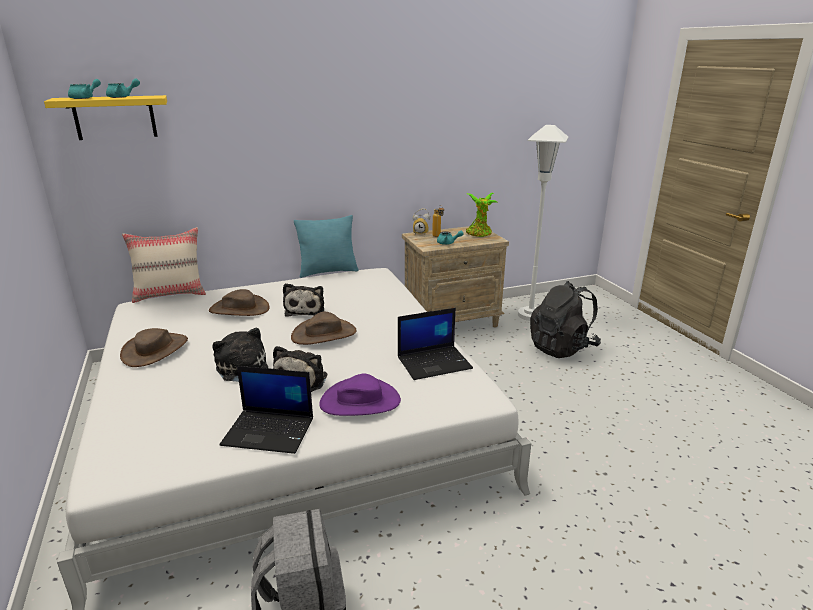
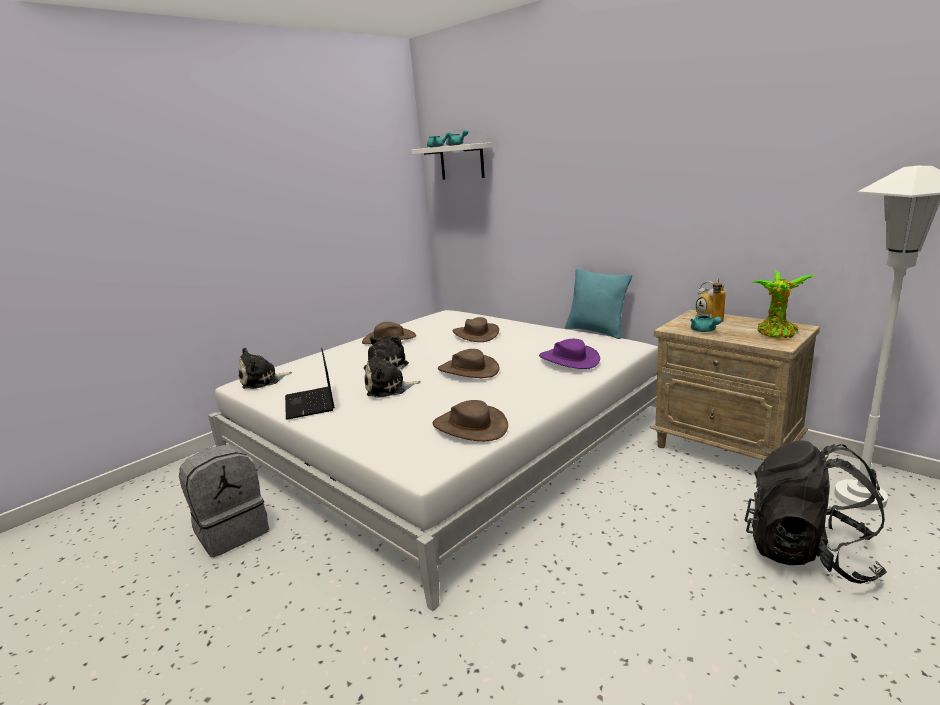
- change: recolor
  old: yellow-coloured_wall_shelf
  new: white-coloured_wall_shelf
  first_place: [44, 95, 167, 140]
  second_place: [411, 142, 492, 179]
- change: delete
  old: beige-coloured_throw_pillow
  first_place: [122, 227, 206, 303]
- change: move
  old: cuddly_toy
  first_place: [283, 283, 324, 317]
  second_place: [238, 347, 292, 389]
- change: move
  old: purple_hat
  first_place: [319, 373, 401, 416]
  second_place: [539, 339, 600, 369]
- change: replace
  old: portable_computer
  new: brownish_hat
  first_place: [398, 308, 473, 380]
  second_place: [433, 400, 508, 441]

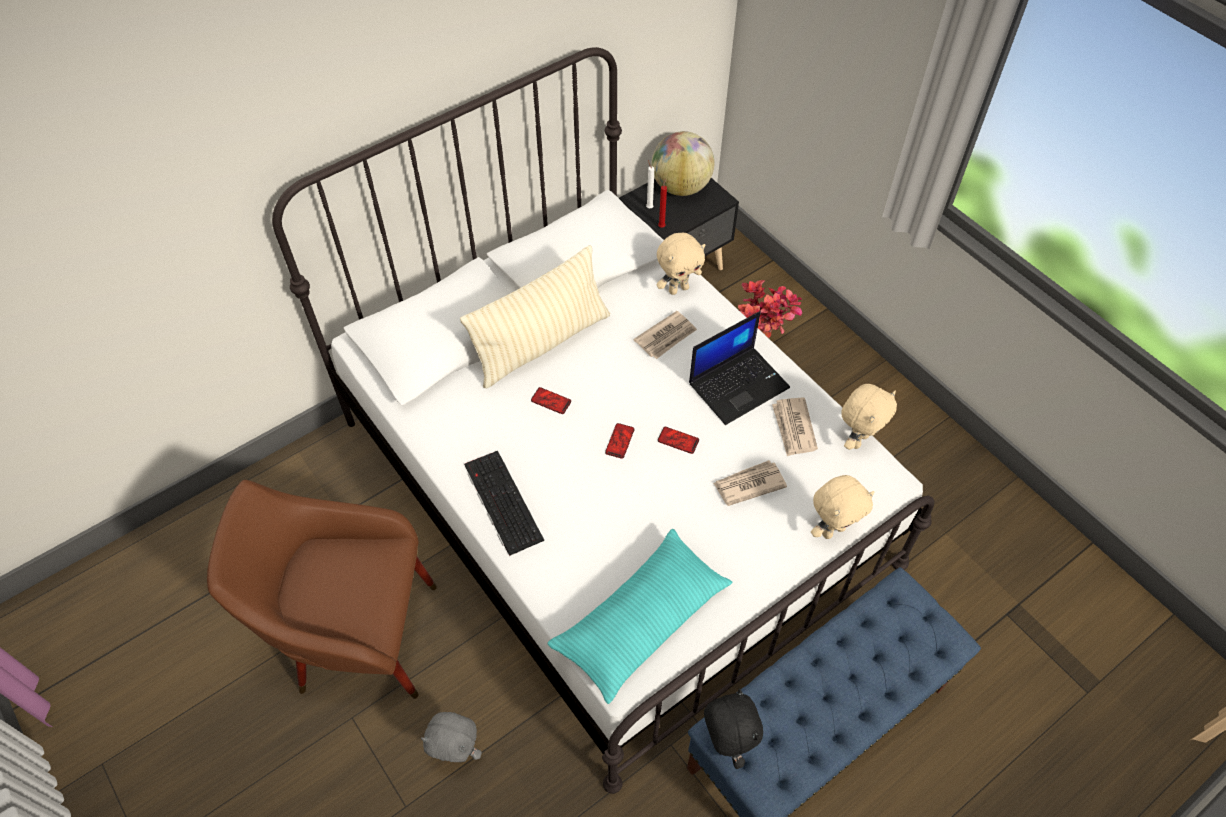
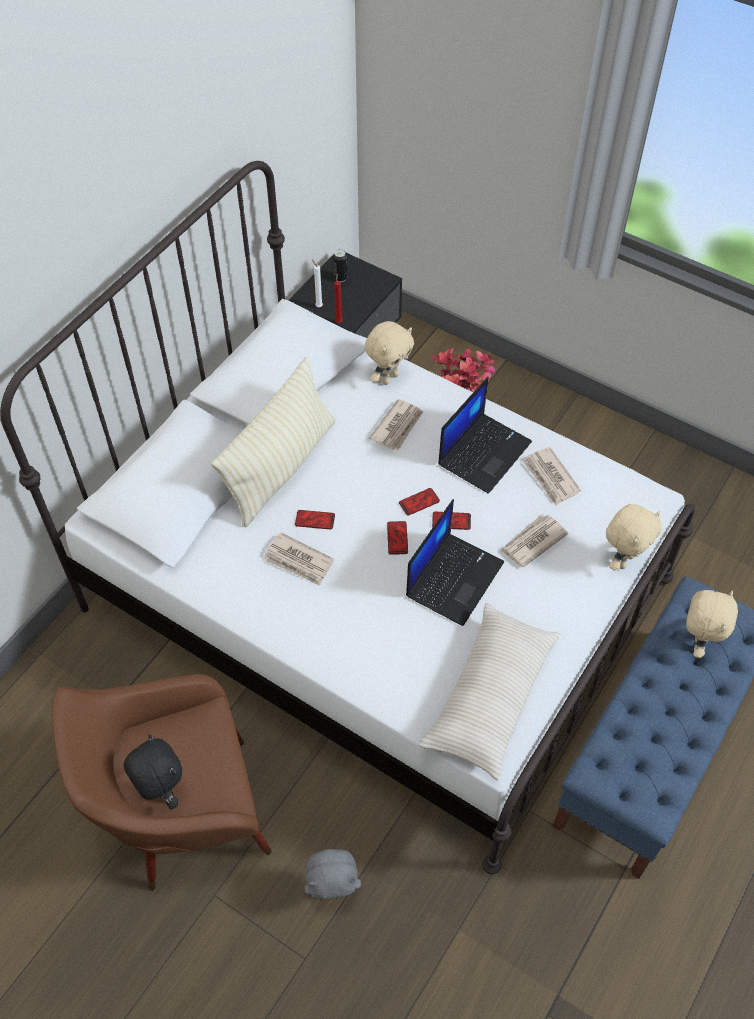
- change: delete
  old: keyboard
  first_place: [464, 451, 544, 556]
- change: recolor
  old: turquoise-coloured_throw_pillow
  new: beige-coloured_throw_pillow
  first_place: [548, 529, 733, 704]
  second_place: [418, 603, 561, 781]
- change: replace
  old: globe
  new: metal_can
  first_place: [652, 131, 715, 196]
  second_place: [333, 249, 347, 282]
- change: move
  old: black_cuddly_toy
  first_place: [704, 688, 763, 769]
  second_place: [123, 734, 182, 810]
- change: move
  old: beige-coloured_cuddly_toy
  first_place: [841, 384, 897, 450]
  second_place: [686, 590, 738, 658]
- change: insert
  new: newspaper
  second_place: [264, 532, 334, 586]
- change: insert
  new: telephone
  second_place: [399, 488, 440, 516]
- change: insert
  new: portable_computer
  second_place: [406, 499, 504, 626]

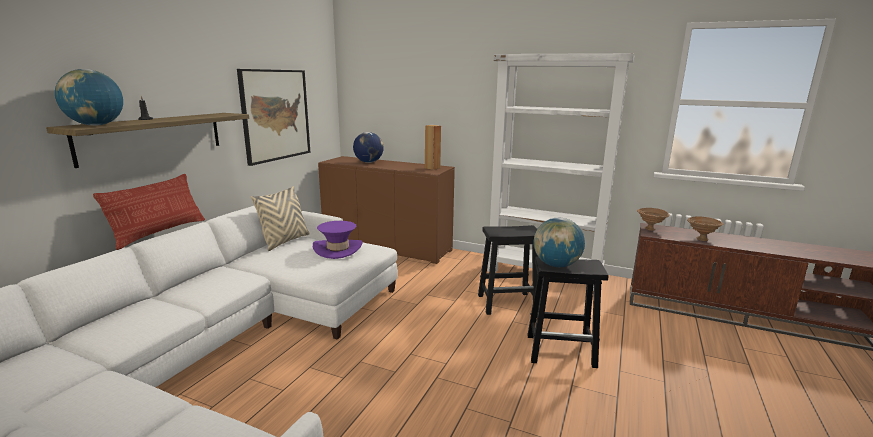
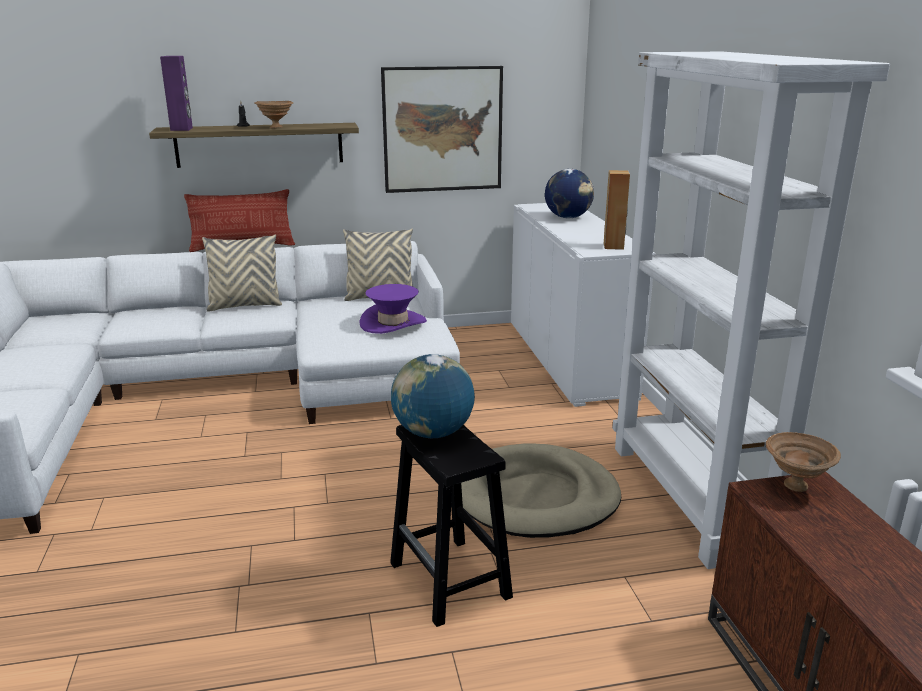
- change: replace
  old: globe
  new: purple_speaker
  first_place: [55, 69, 123, 126]
  second_place: [160, 56, 193, 131]
- change: recolor
  old: brownish_storage_cabinet
  new: white-coloured_storage_cabinet
  first_place: [318, 156, 455, 264]
  second_place: [511, 203, 656, 407]
- change: replace
  old: black_stool_seat
  new: beige-coloured_dog_bed
  first_place: [478, 225, 538, 315]
  second_place: [461, 443, 621, 538]
- change: move
  old: brownish_bowl
  first_place: [687, 216, 723, 241]
  second_place: [254, 101, 293, 128]
- change: insert
  new: beige-coloured_throw_pillow
  second_place: [202, 235, 282, 312]

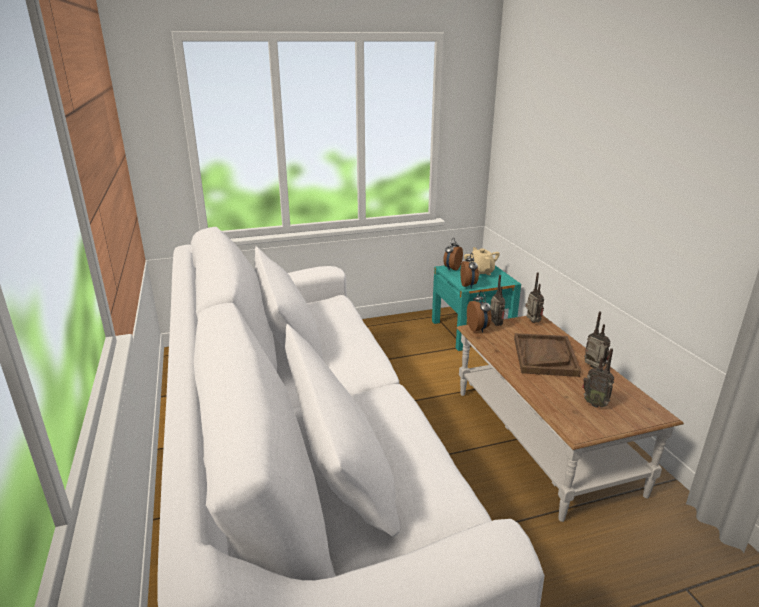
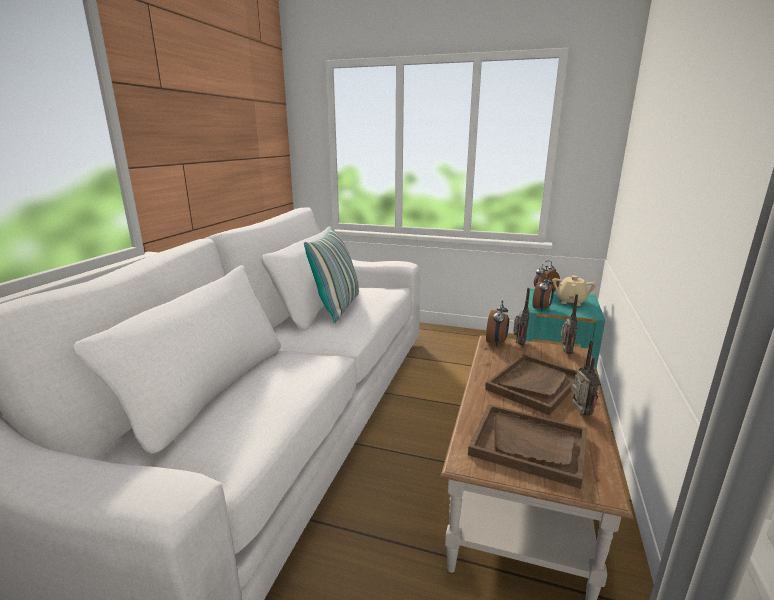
- change: replace
  old: radio_set
  new: brownish_serving_tray
  first_place: [582, 348, 614, 408]
  second_place: [468, 404, 588, 489]
- change: insert
  new: throw_pillow
  second_place: [304, 228, 359, 323]

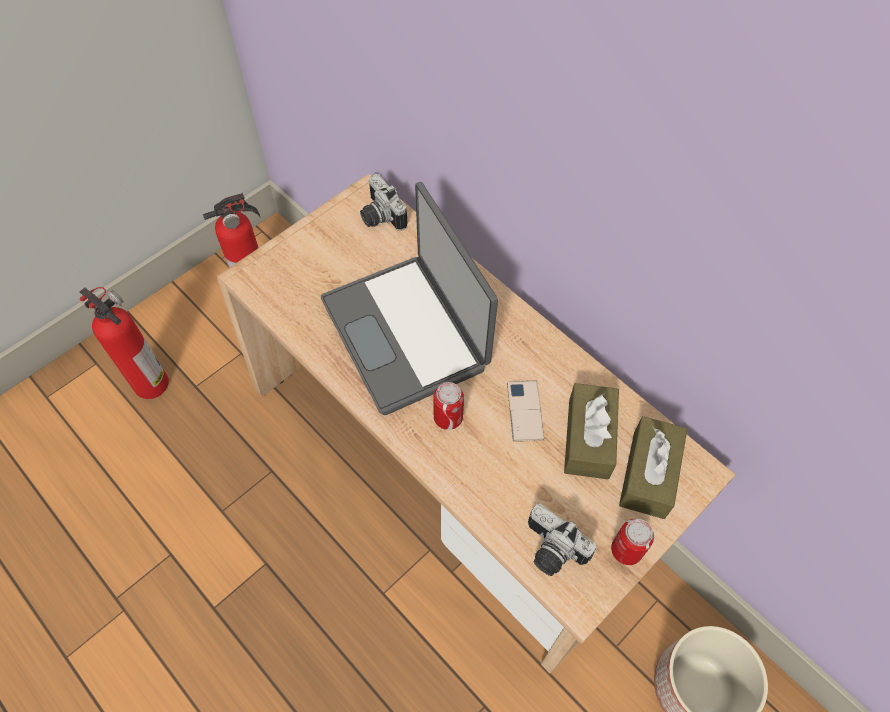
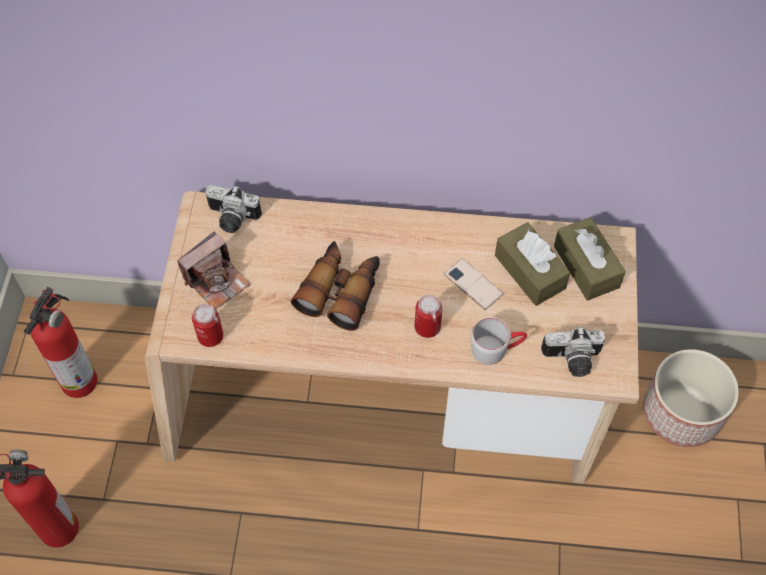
- change: replace
  old: portable_computer
  new: field_glasses
  first_place: [321, 182, 498, 415]
  second_place: [291, 241, 380, 331]
- change: move
  old: metal_can
  first_place: [611, 519, 654, 565]
  second_place: [192, 304, 224, 347]
- change: insert
  new: photo_camera
  second_place: [177, 231, 250, 309]
- change: insert
  new: grey_mug
  second_place: [471, 317, 527, 365]

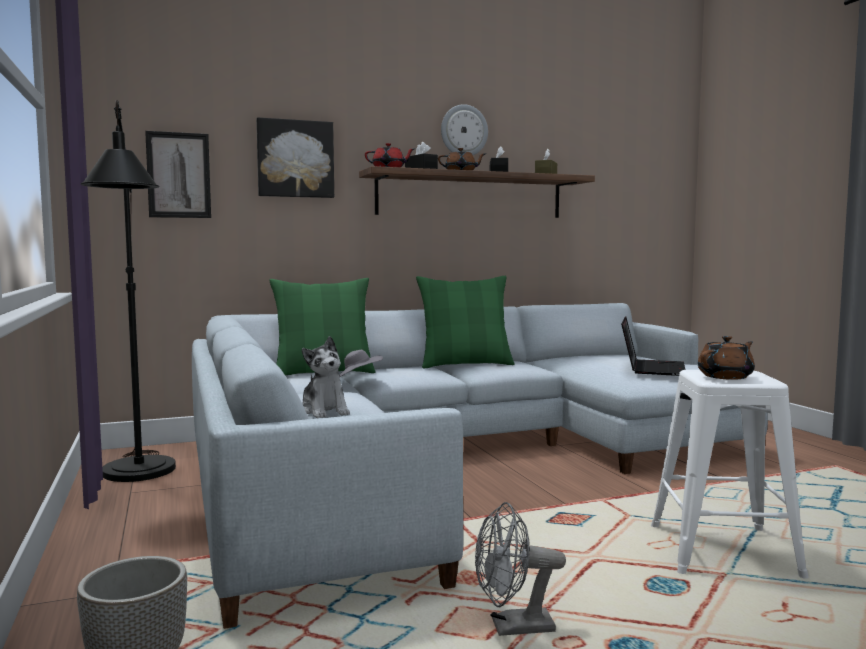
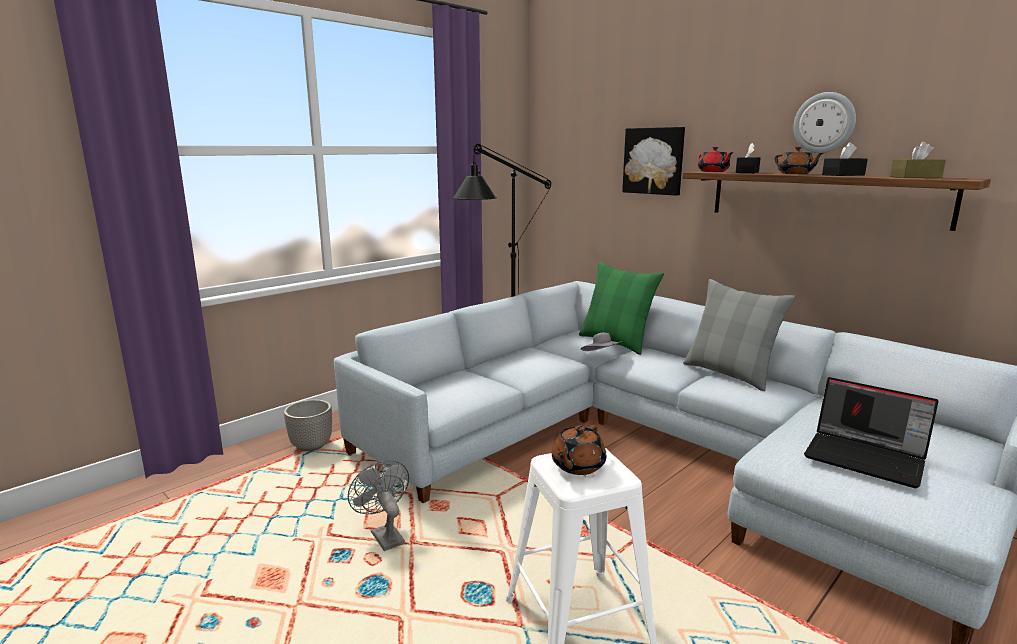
- change: delete
  old: wall_picture
  first_place: [145, 131, 211, 218]
- change: delete
  old: cuddly_toy
  first_place: [302, 336, 350, 418]
- change: recolor
  old: green-coloured_throw_pillow
  new: grey_throw_pillow
  first_place: [416, 276, 515, 368]
  second_place: [683, 279, 796, 391]
- change: rotate
  old: portable_computer
  first_place: [621, 316, 685, 376]
  second_place: [804, 377, 939, 488]
  degrees: 45
- change: rotate
  old: brownish_teapot
  first_place: [698, 336, 755, 380]
  second_place: [552, 425, 606, 475]
  degrees: 90

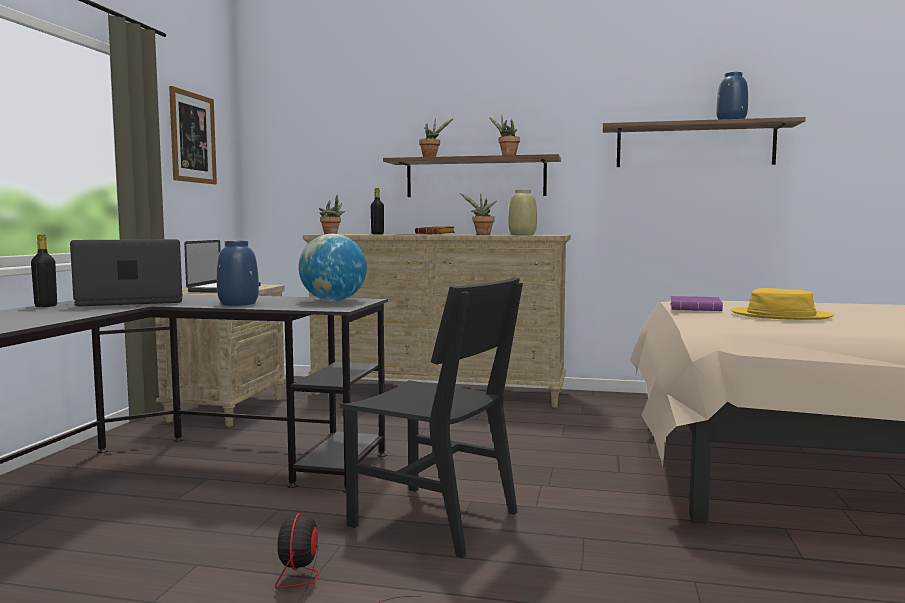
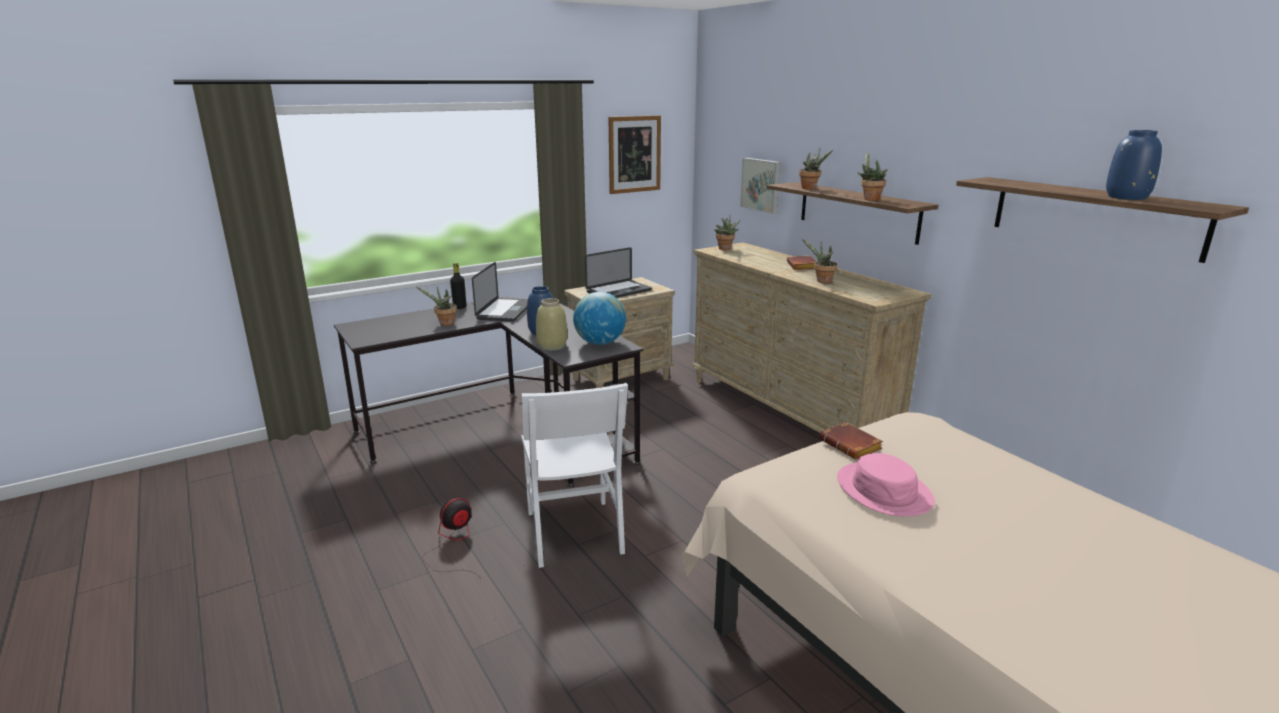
- change: rotate
  old: portable_computer
  first_place: [70, 239, 183, 306]
  second_place: [472, 262, 528, 322]
  degrees: 75
- change: recolor
  old: black_chair
  new: white-coloured_chair
  first_place: [340, 277, 523, 558]
  second_place: [521, 383, 628, 568]
- change: delete
  old: black_drink_bottle
  first_place: [371, 188, 384, 234]
- change: move
  old: beige-coloured_flower_vase
  first_place: [508, 189, 537, 235]
  second_place: [536, 298, 567, 351]
- change: recolor
  old: purple_book
  new: brownish_book
  first_place: [670, 296, 723, 311]
  second_place: [819, 422, 883, 460]
- change: recolor
  old: yellow-coloured_hat
  new: pink-coloured_hat
  first_place: [731, 288, 834, 320]
  second_place: [837, 453, 935, 517]
- change: insert
  new: plant_in_a_pot
  second_place: [417, 287, 457, 326]
- change: insert
  new: wall_picture
  second_place: [740, 158, 781, 214]

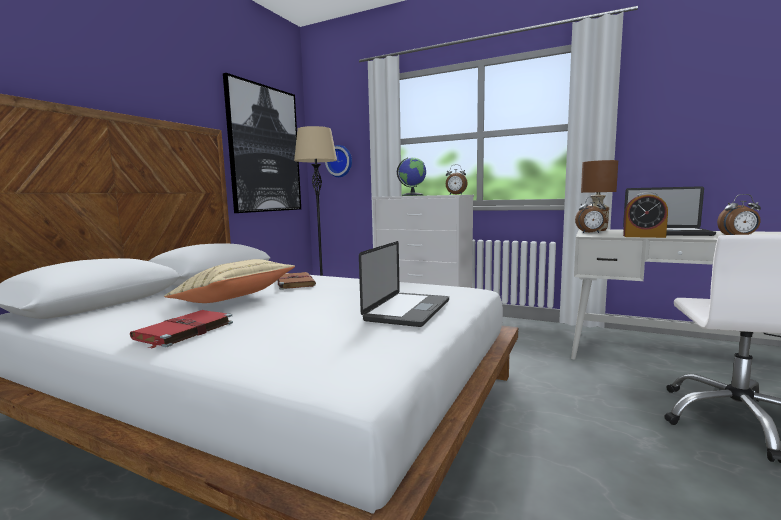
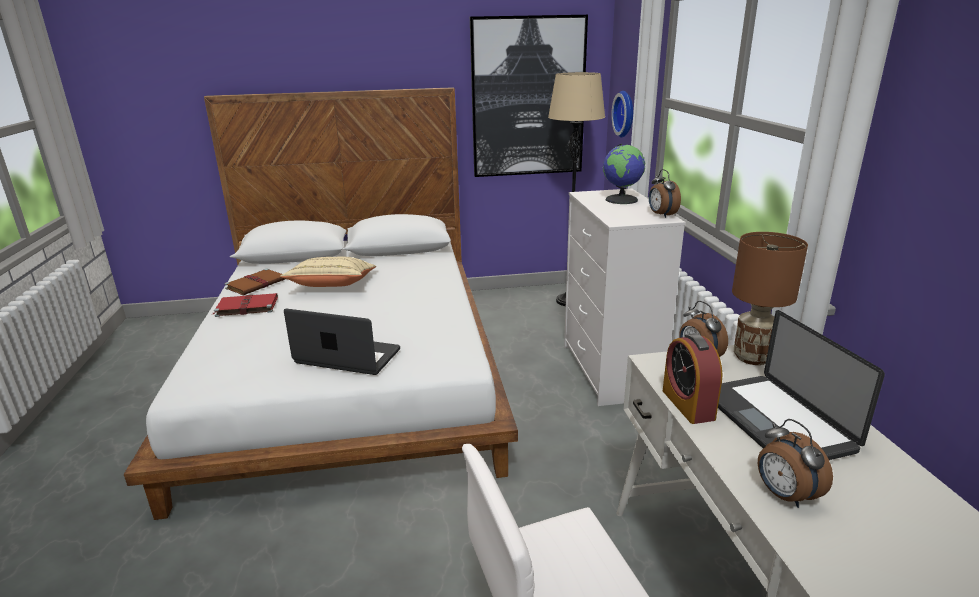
- change: move
  old: brownish_book
  first_place: [277, 272, 316, 290]
  second_place: [224, 268, 285, 295]
- change: rotate
  old: portable_computer
  first_place: [359, 241, 449, 327]
  second_place: [284, 309, 400, 375]
  degrees: -150

